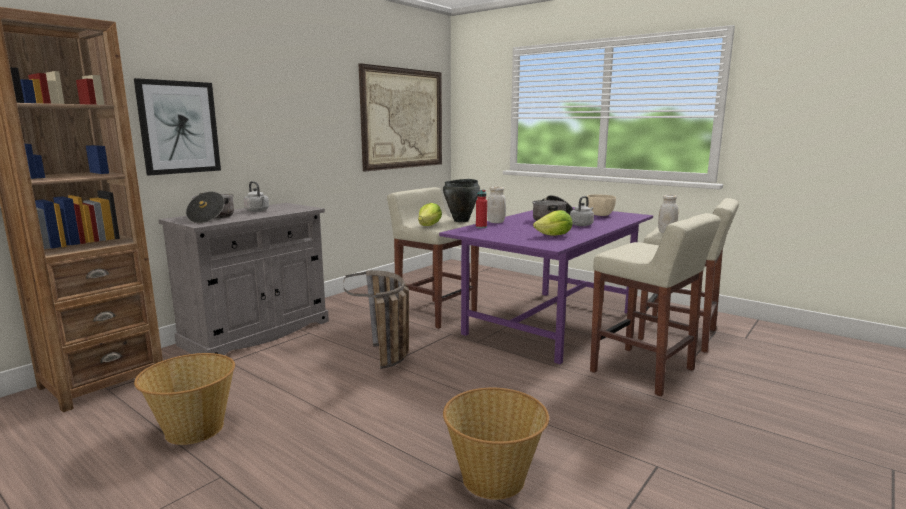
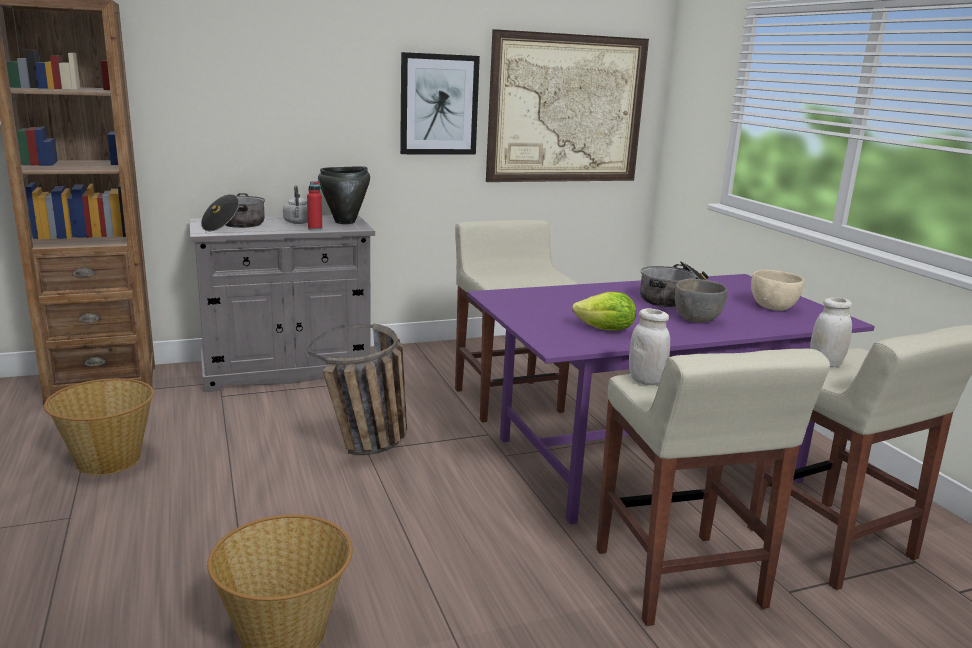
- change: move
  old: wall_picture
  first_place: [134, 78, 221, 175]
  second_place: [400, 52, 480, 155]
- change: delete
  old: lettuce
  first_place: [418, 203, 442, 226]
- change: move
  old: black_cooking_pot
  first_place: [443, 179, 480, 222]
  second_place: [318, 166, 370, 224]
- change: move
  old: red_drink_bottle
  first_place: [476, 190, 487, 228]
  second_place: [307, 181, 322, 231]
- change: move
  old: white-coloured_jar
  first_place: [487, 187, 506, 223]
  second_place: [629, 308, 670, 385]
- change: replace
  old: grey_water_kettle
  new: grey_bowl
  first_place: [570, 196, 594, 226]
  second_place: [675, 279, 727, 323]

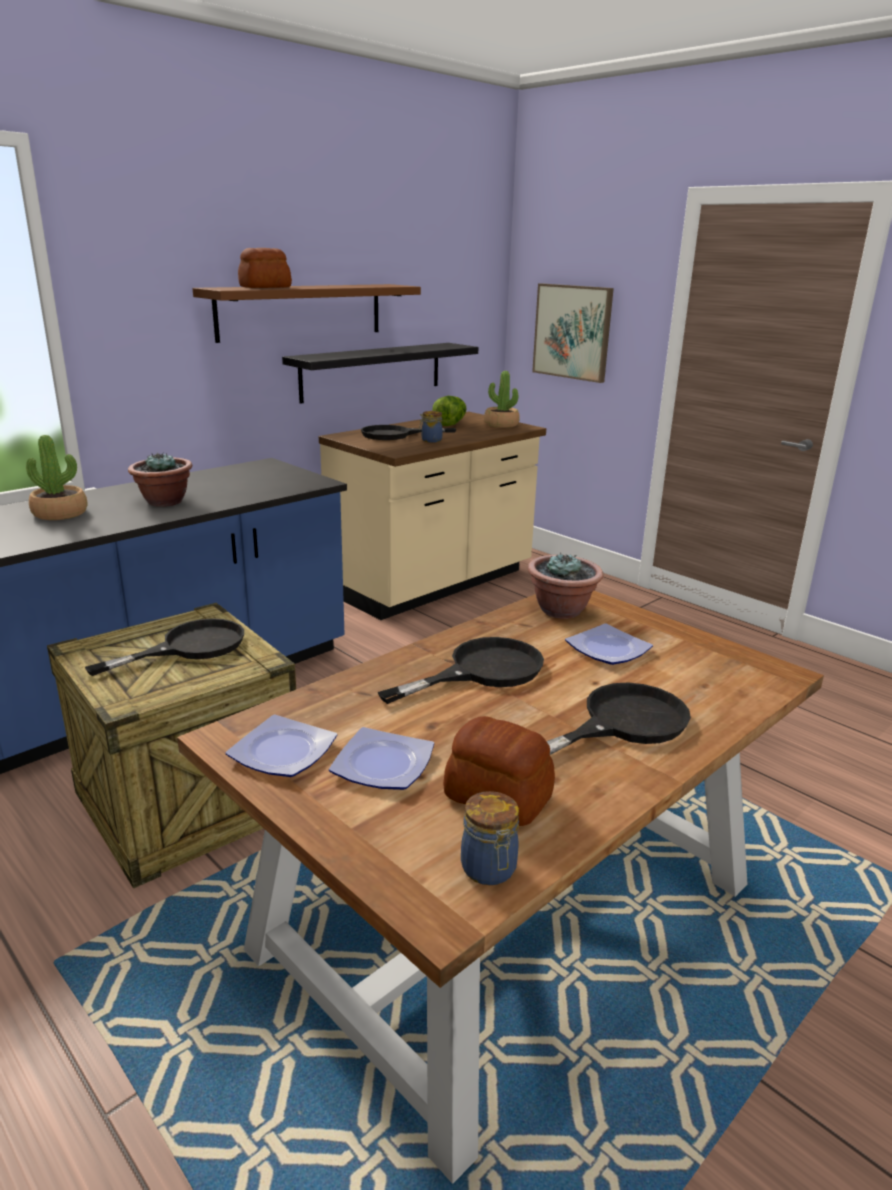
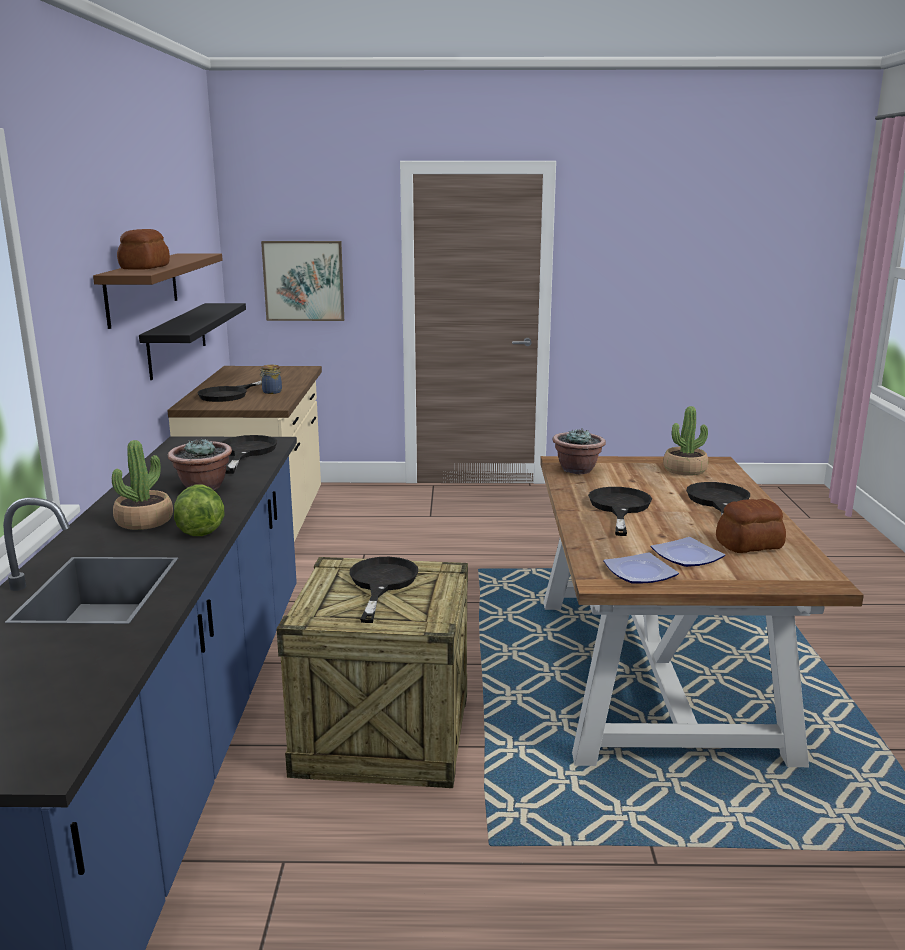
- change: move
  old: lettuce
  first_place: [432, 396, 467, 426]
  second_place: [174, 484, 224, 536]
- change: delete
  old: jar
  first_place: [461, 791, 519, 885]
- change: move
  old: plant_in_a_pot
  first_place: [484, 371, 520, 428]
  second_place: [663, 406, 708, 475]
- change: delete
  old: plate
  first_place: [565, 623, 653, 665]
- change: insert
  new: black_pan
  second_place: [221, 435, 277, 474]

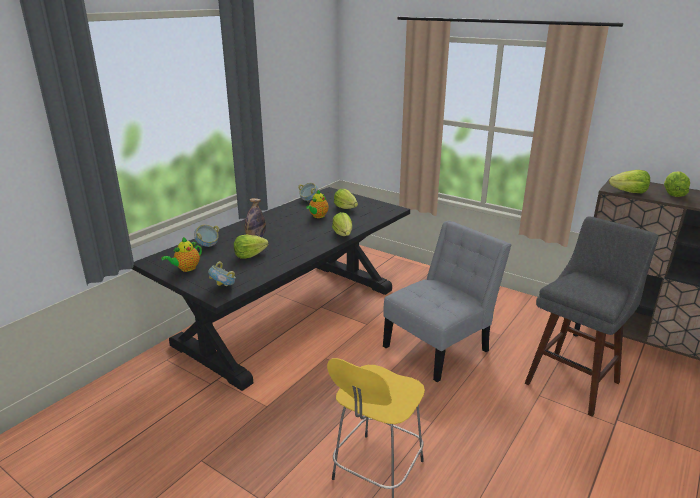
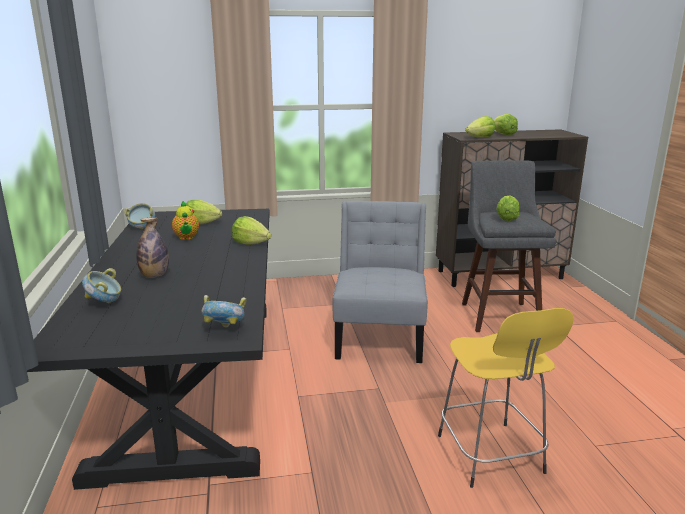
- change: delete
  old: teapot
  first_place: [161, 237, 202, 272]
- change: move
  old: lettuce
  first_place: [234, 235, 269, 259]
  second_place: [496, 196, 520, 221]

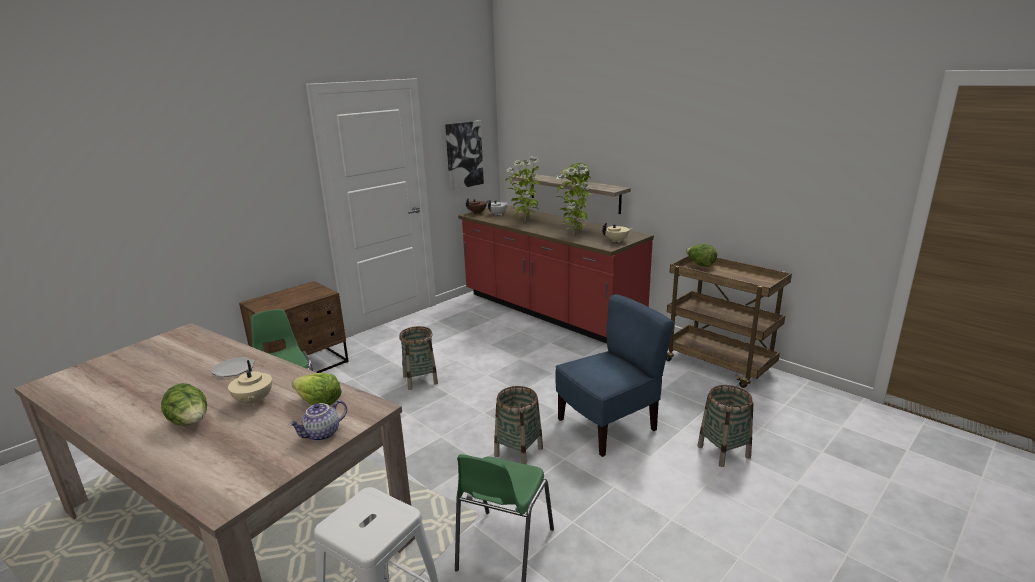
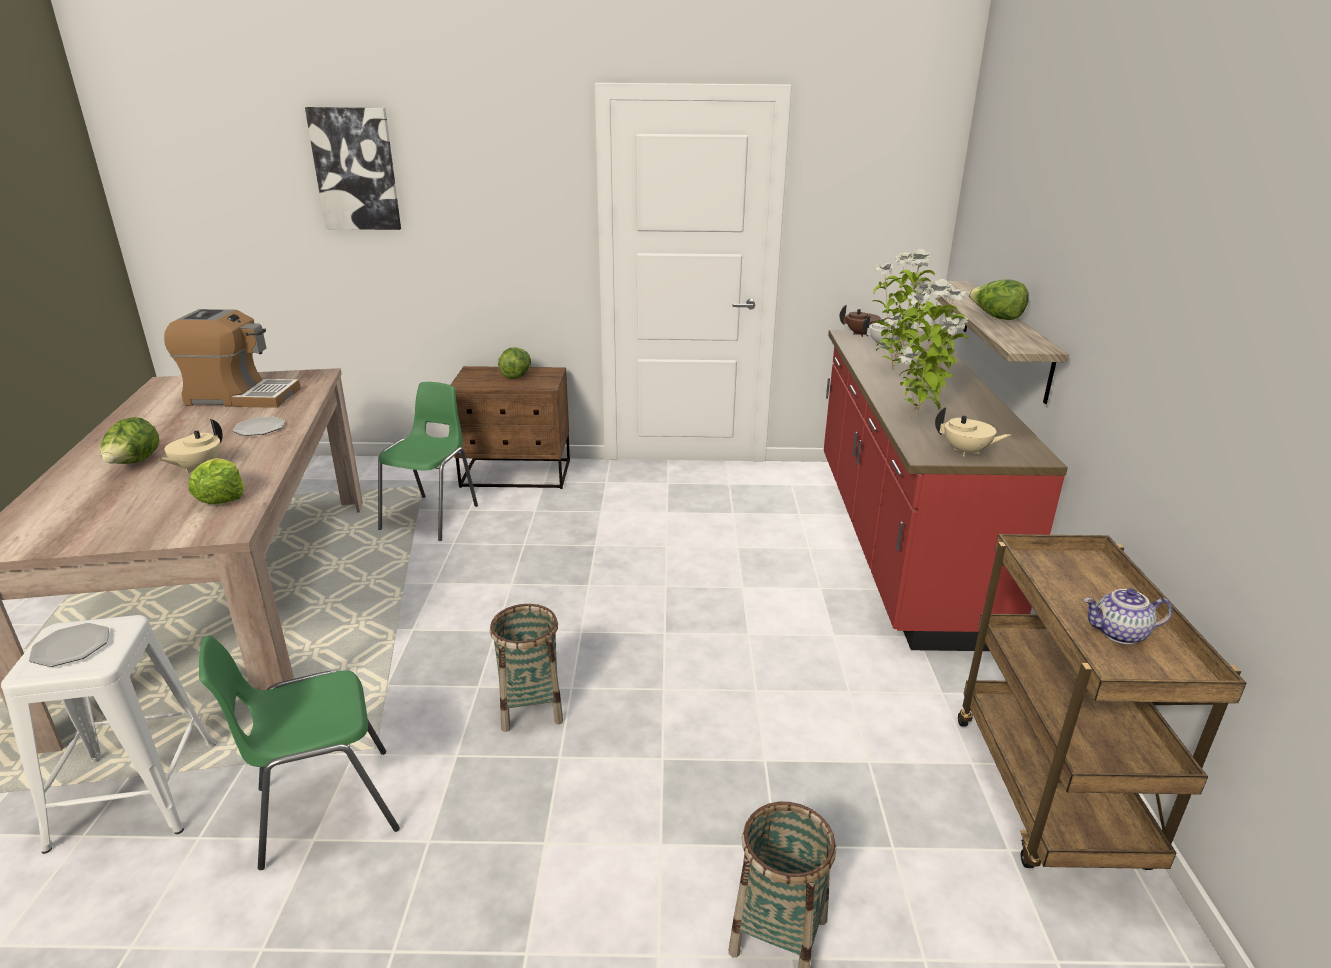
- change: move
  old: teapot
  first_place: [288, 400, 347, 441]
  second_place: [1084, 588, 1173, 644]
- change: delete
  old: basket
  first_place: [399, 326, 438, 390]
- change: move
  old: wall_picture
  first_place: [445, 120, 484, 190]
  second_place: [305, 107, 401, 230]
- change: delete
  old: bluish_chair
  first_place: [555, 294, 674, 457]
- change: move
  old: lettuce
  first_place: [686, 244, 717, 267]
  second_place: [498, 347, 531, 379]
- change: insert
  new: plate
  second_place: [29, 623, 109, 667]
- change: insert
  new: coffee_machine
  second_place: [164, 309, 301, 408]

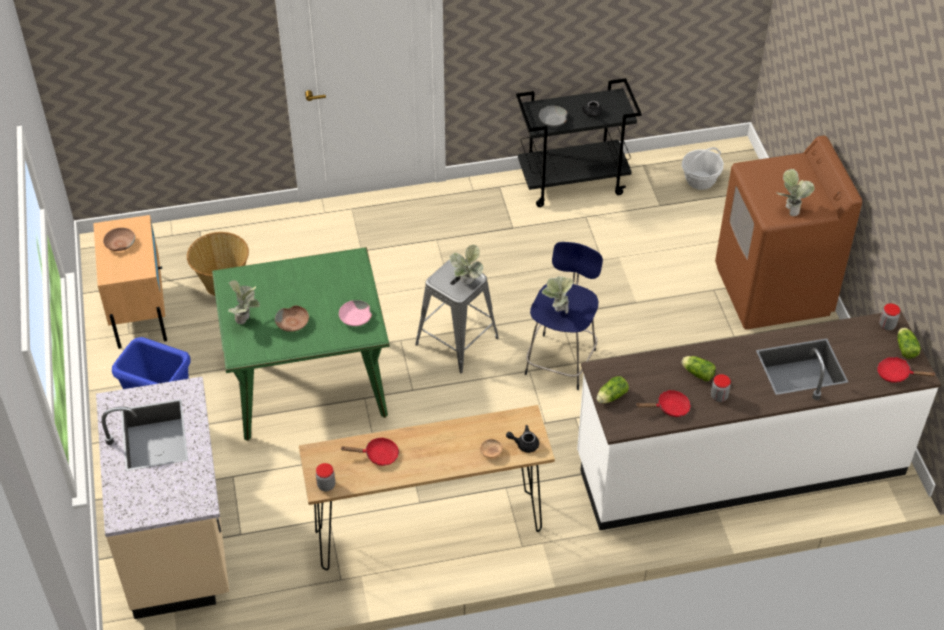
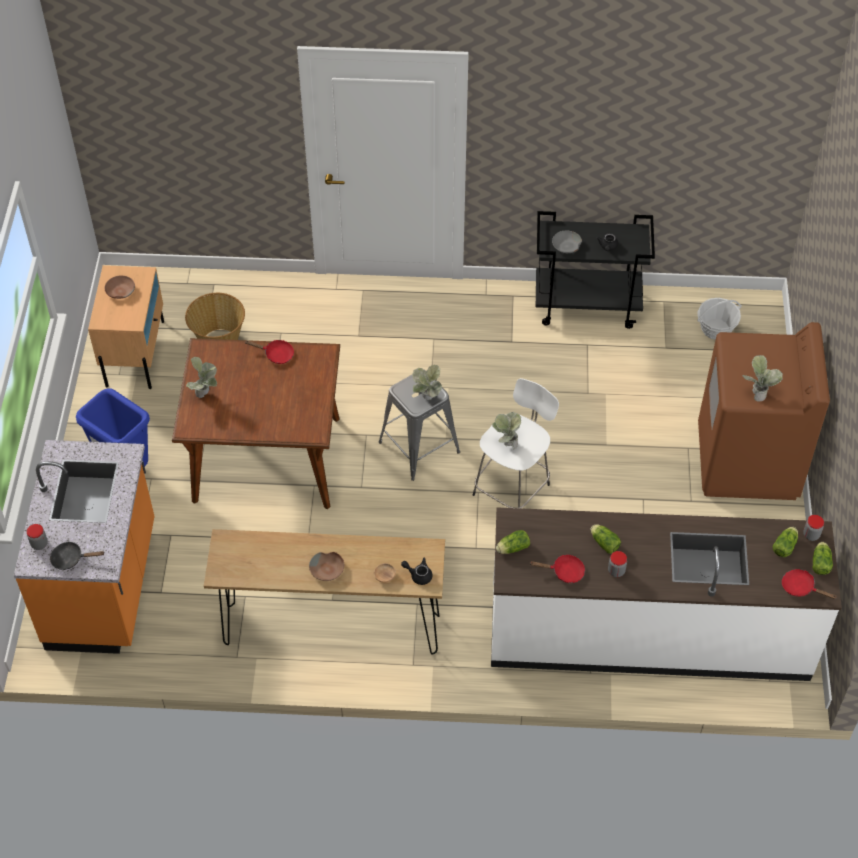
- change: recolor
  old: beige-coloured_kitchen_counter
  new: orangey_kitchen_counter
  first_place: [96, 377, 229, 619]
  second_place: [14, 440, 154, 654]
- change: recolor
  old: green-coloured_dinner_table
  new: brownish_dinner_table
  first_place: [212, 247, 390, 441]
  second_place: [172, 338, 340, 509]
- change: move
  old: brownish_bowl
  first_place: [275, 306, 309, 332]
  second_place: [309, 552, 344, 581]
- change: move
  old: jar
  first_place: [316, 463, 335, 492]
  second_place: [27, 524, 48, 550]
- change: delete
  old: pink-coloured_bowl
  first_place: [339, 300, 372, 326]
- change: move
  old: red_pan
  first_place: [340, 437, 399, 466]
  second_place: [245, 340, 294, 364]
- change: recolor
  old: bluish_stool_seat
  new: white-coloured_stool_seat
  first_place: [525, 242, 603, 390]
  second_place: [473, 378, 559, 508]
- change: insert
  new: black_pan
  second_place: [50, 541, 105, 570]
- change: insert
  new: lettuce
  second_place: [773, 527, 798, 557]

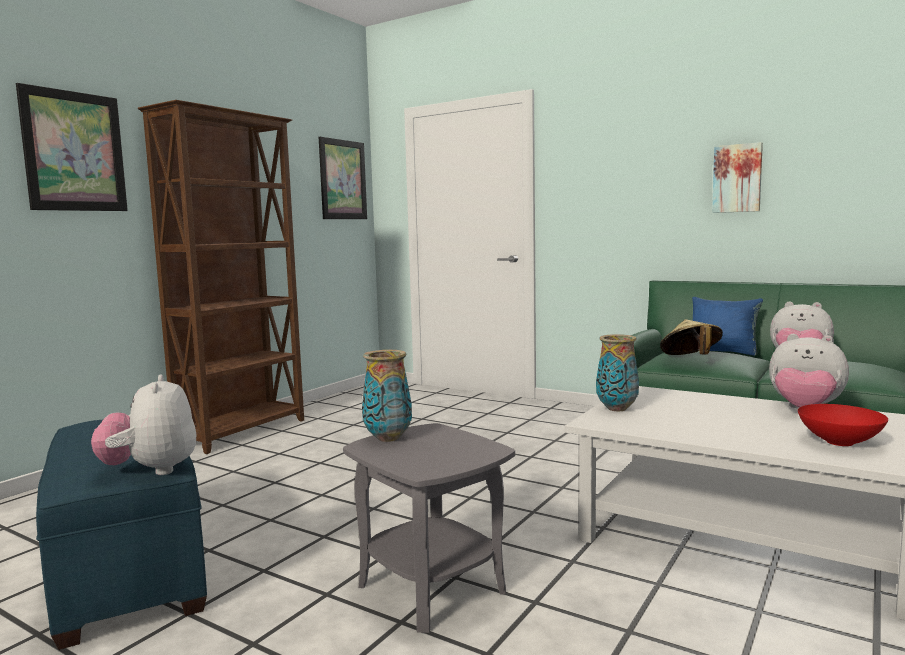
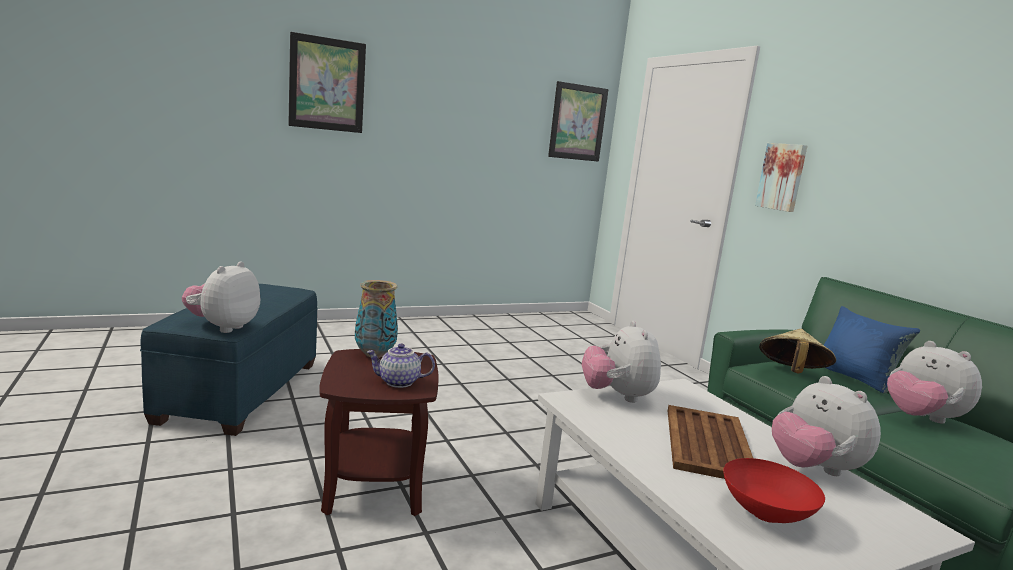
- change: delete
  old: brownish_bookcase
  first_place: [138, 100, 304, 454]
- change: recolor
  old: grey_side_table
  new: brownish_side_table
  first_place: [343, 423, 515, 633]
  second_place: [319, 349, 439, 516]
- change: replace
  old: flower_vase
  new: cuddly_toy
  first_place: [596, 334, 639, 411]
  second_place: [582, 321, 661, 403]
- change: move
  old: wall_picture
  first_place: [712, 142, 763, 213]
  second_place: [755, 143, 807, 212]
- change: insert
  new: teapot
  second_place: [366, 344, 435, 388]
- change: insert
  new: brownish_serving_tray
  second_place: [668, 405, 753, 479]

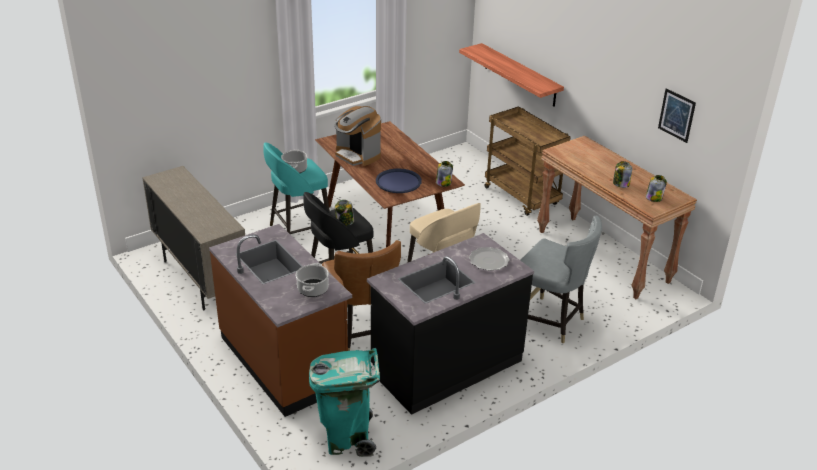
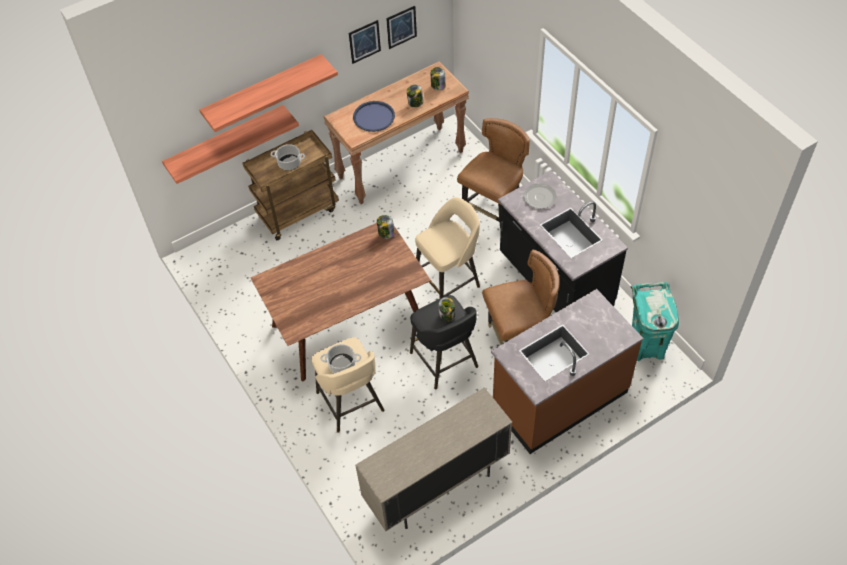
- change: recolor
  old: turquoise-coloured_stool_seat
  new: beige-coloured_stool_seat
  first_place: [263, 142, 330, 234]
  second_place: [311, 337, 384, 433]
- change: move
  old: cooking_pot
  first_place: [295, 263, 329, 297]
  second_place: [271, 144, 305, 170]
- change: delete
  old: coffee_machine
  first_place: [334, 106, 381, 166]
- change: move
  old: bluish_serving_tray
  first_place: [376, 169, 422, 193]
  second_place: [353, 101, 395, 132]
- change: recolor
  old: grey_chair
  new: brownish_chair
  first_place: [520, 216, 602, 343]
  second_place: [457, 118, 530, 231]
- change: insert
  new: wall_shelf
  second_place: [199, 54, 338, 132]
- change: insert
  new: wall_picture
  second_place: [349, 20, 381, 64]

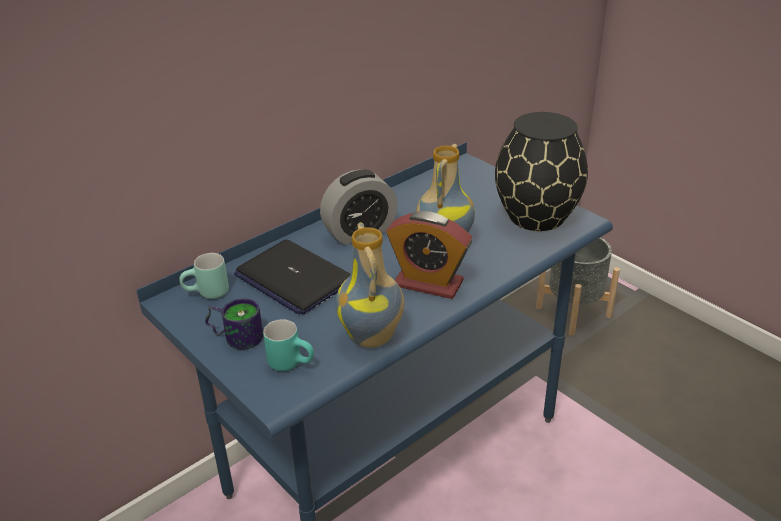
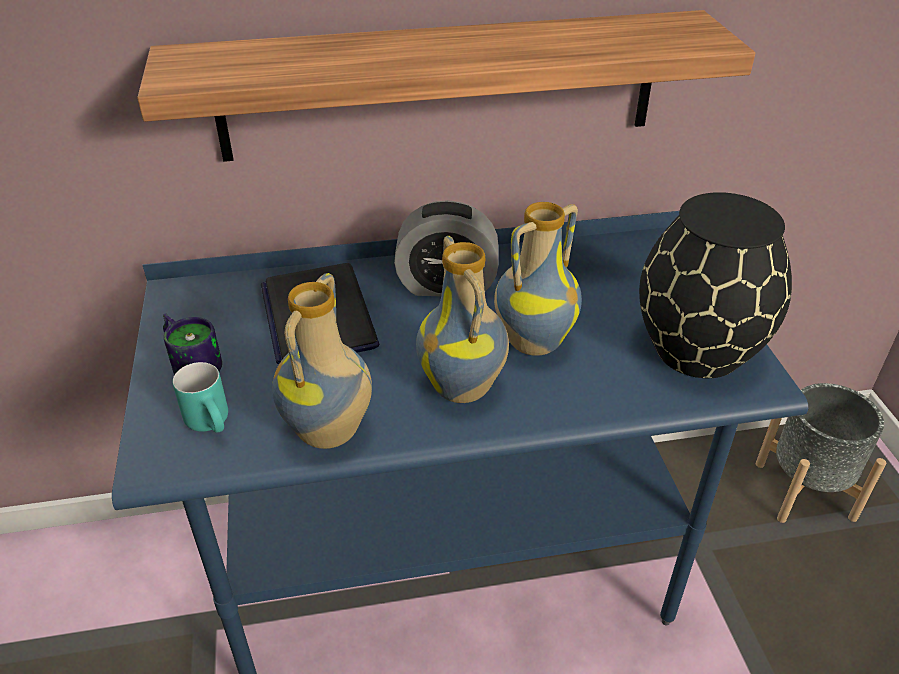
- change: delete
  old: turquoise-coloured_mug
  first_place: [179, 253, 229, 299]
- change: replace
  old: table_clock
  new: flower_vase
  first_place: [387, 211, 472, 299]
  second_place: [416, 236, 509, 403]
- change: insert
  new: wall_shelf
  second_place: [137, 10, 755, 162]

